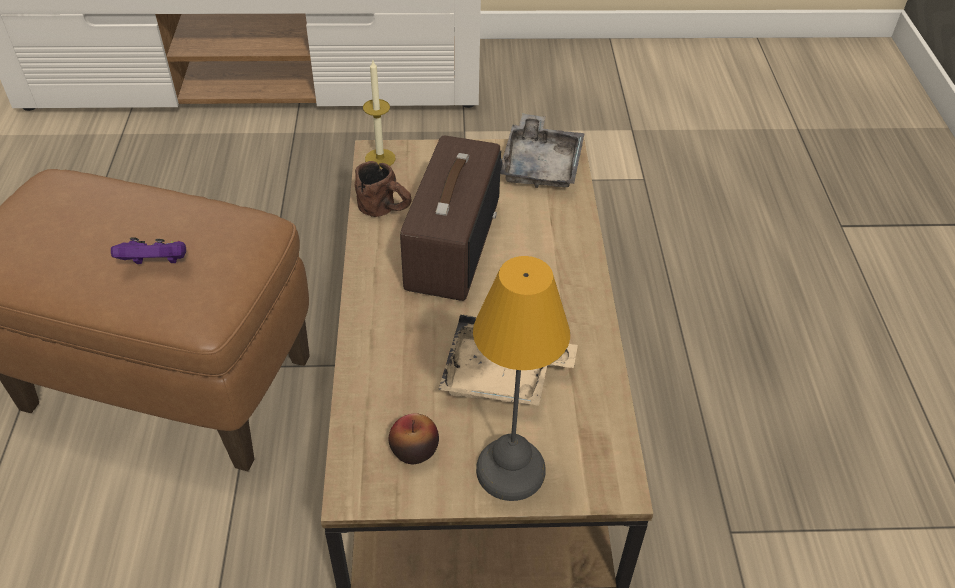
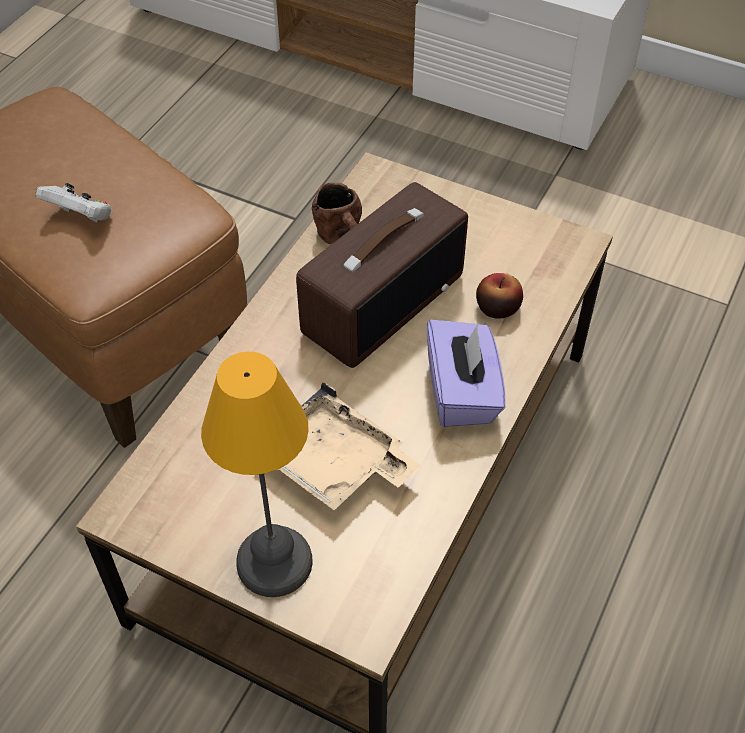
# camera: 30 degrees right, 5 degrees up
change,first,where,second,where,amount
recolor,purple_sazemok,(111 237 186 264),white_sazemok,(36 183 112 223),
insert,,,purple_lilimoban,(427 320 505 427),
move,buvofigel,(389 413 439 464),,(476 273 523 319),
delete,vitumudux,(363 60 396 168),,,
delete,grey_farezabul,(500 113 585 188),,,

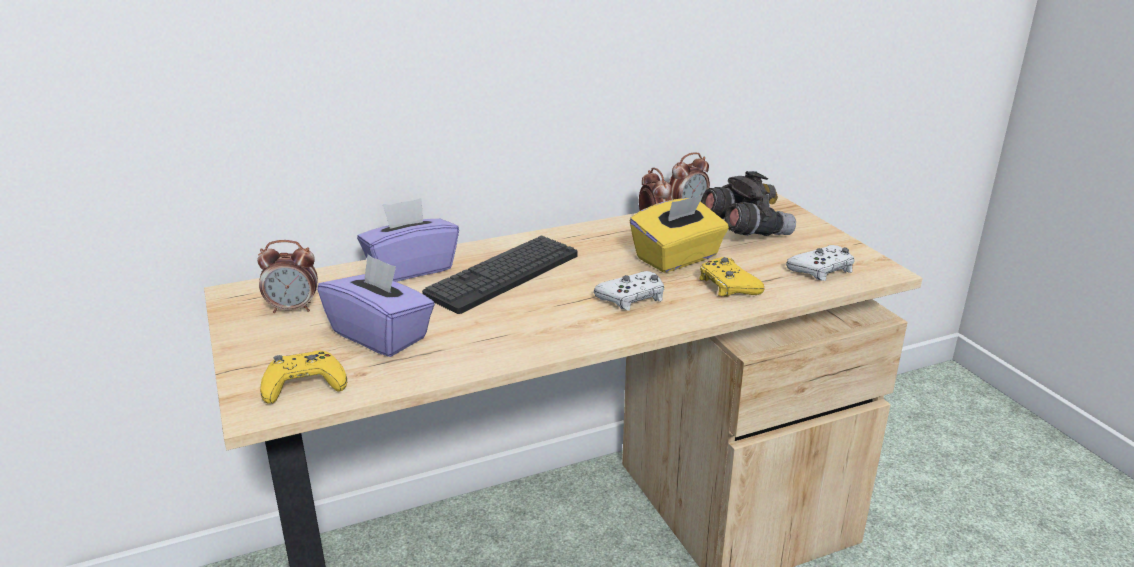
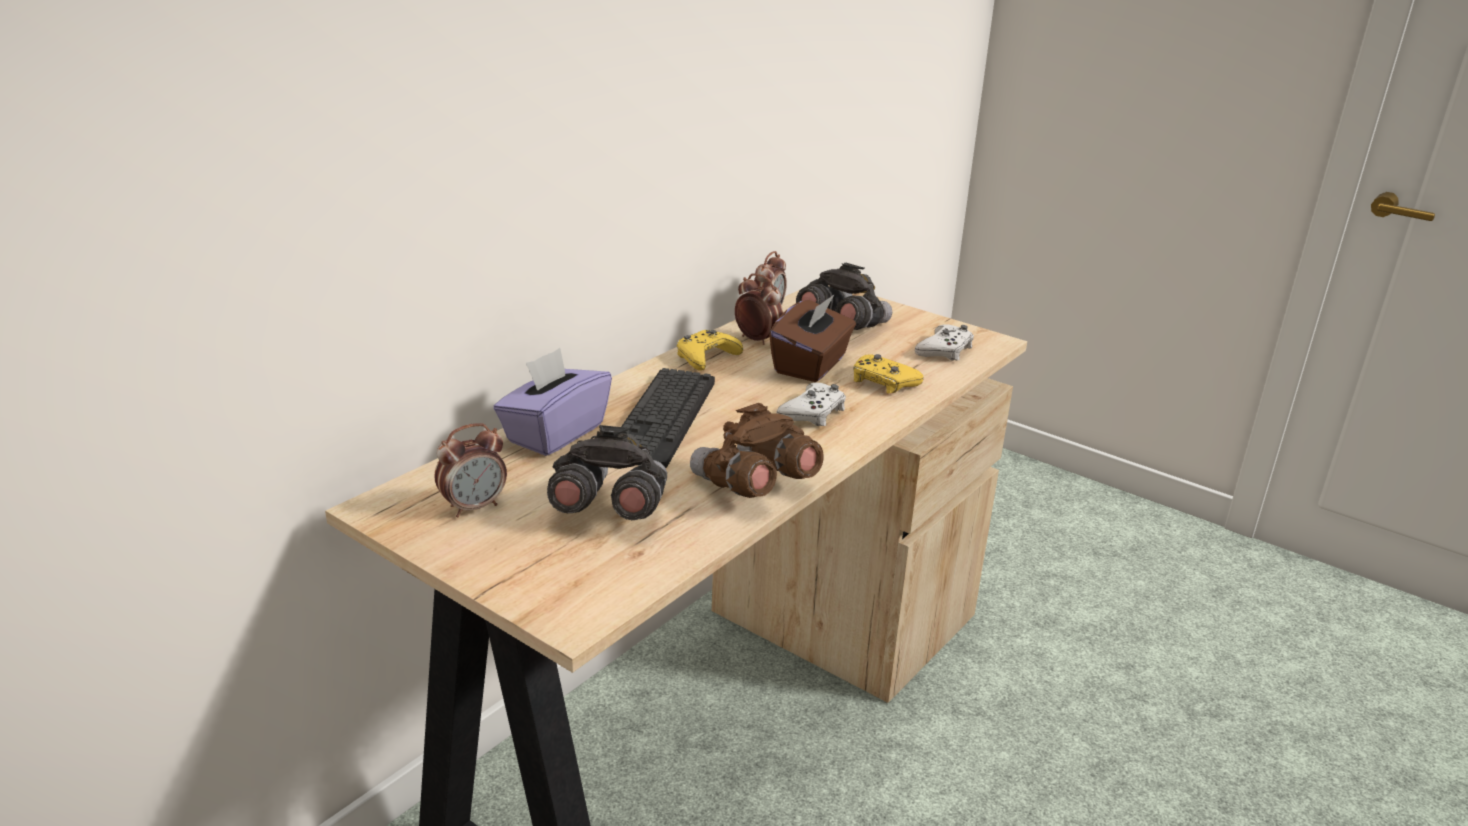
# camera: 30 degrees left, 0 degrees up
change,first,where,second,where,amount
replace,purple_lilimoban,(317 254 435 357),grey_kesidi,(547 425 667 520),
move,yellow_sazemok,(260 351 347 404),,(677 330 743 371),
insert,,,brown_kesidi,(690 403 824 498),
recolor,yellow_lilimoban,(630 195 729 273),brown_lilimoban,(769 294 856 382),

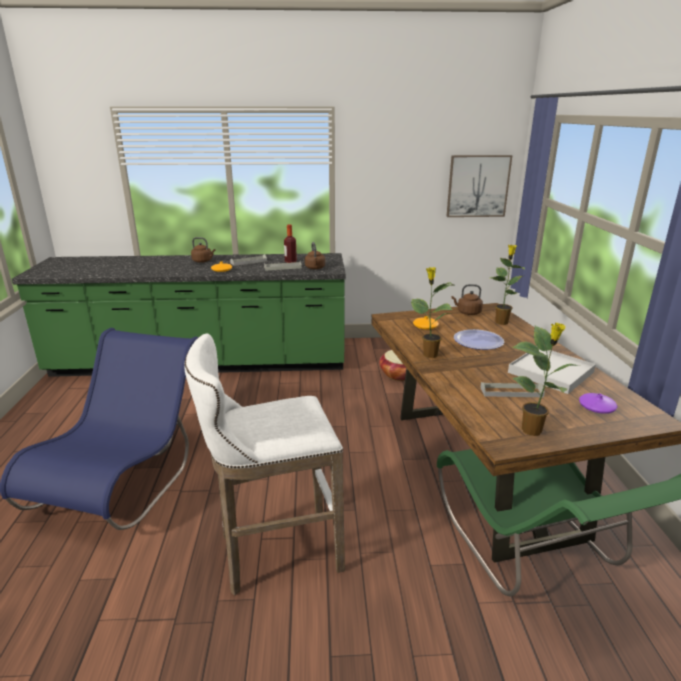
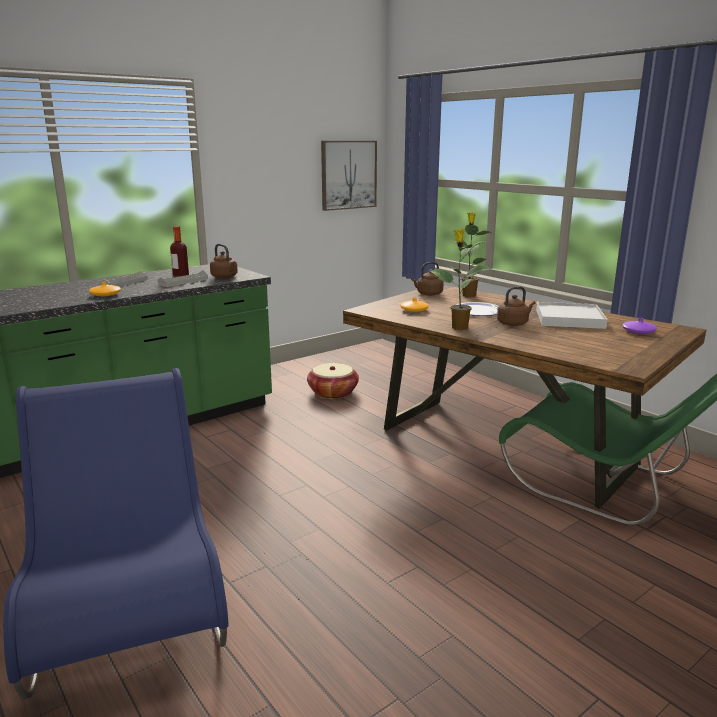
# camera: 35 degrees left, 5 degrees down
change,first,where,second,where,amount
move,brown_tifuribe,(191 237 215 263),,(497 286 536 326),
delete,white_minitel,(184 334 345 596),,,
delete,grey_farezabul,(480 382 545 397),,,
delete,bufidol,(512 323 579 436),,,

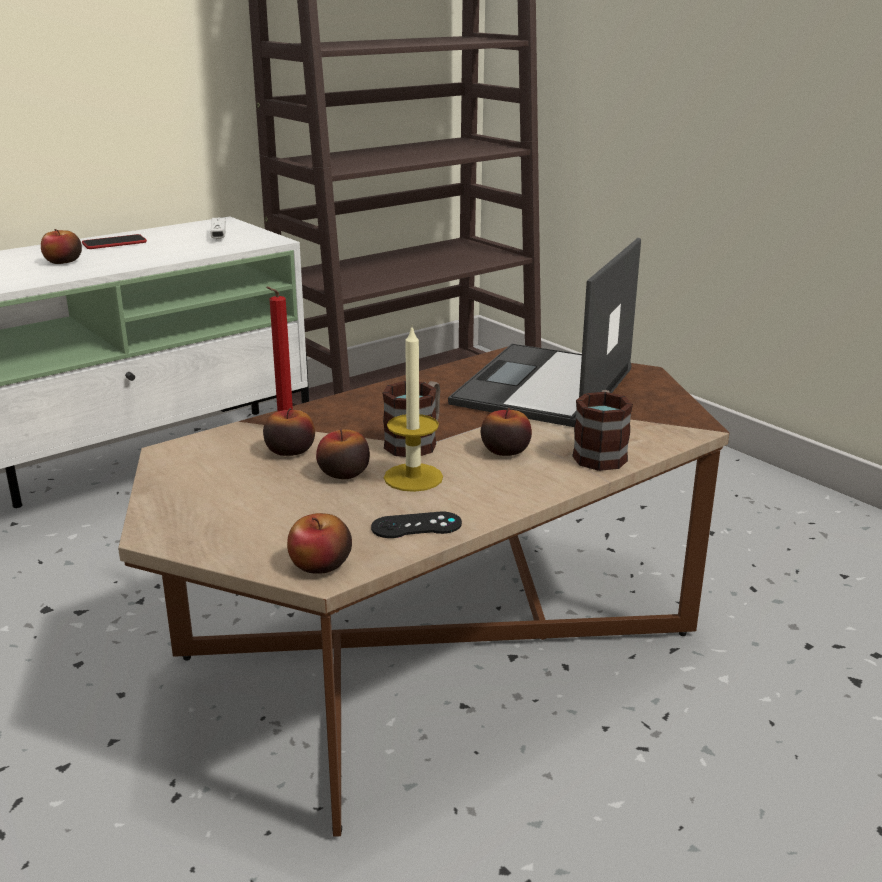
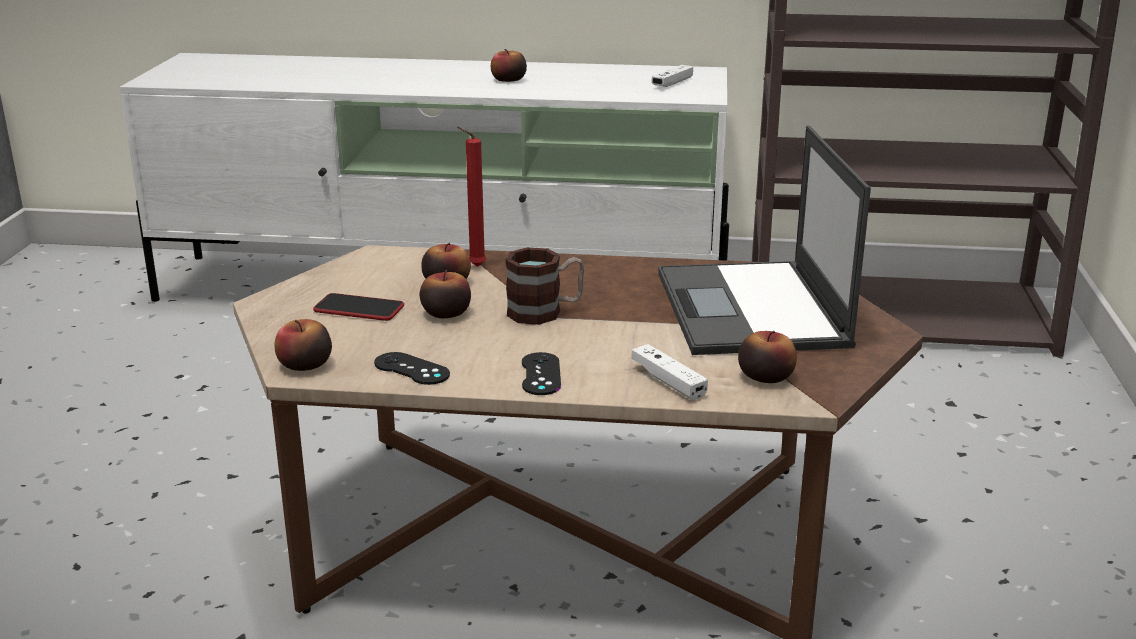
# camera: 45 degrees right, 0 degrees up
change,first,where,second,where,amount
move,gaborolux,(82 234 147 249),,(313 293 404 321),
insert,,,black_sazemok,(522 352 561 395),
replace,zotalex,(572 390 633 471),white_sazemok,(631 344 708 400),
rotate,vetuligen,(448 238 641 427),,(658 126 871 355),75 degrees counterclockwise
move,buvofigel,(481 408 532 456),,(738 331 797 383),
delete,vitumudux,(384 328 443 492),,,

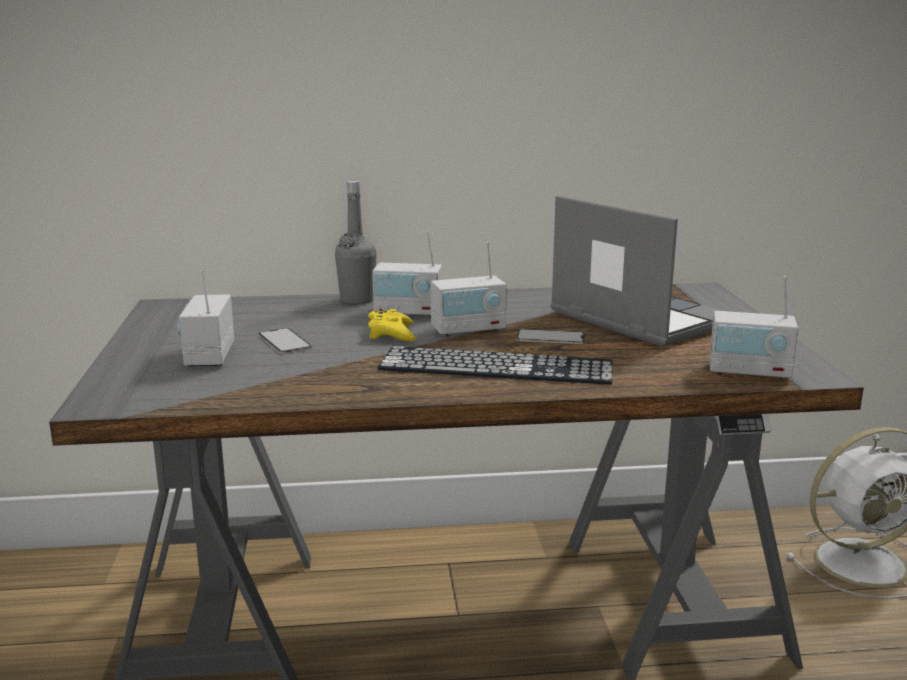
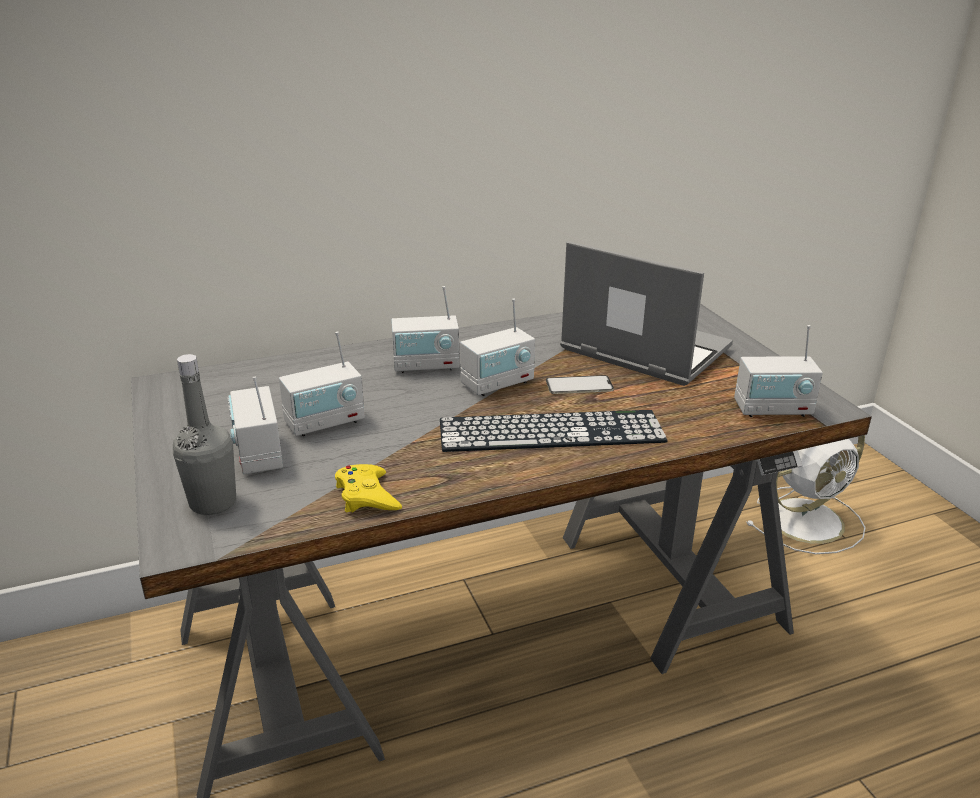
# camera: 15 degrees left, 10 degrees up
change,first,where,second,where,amount
move,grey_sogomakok,(335 181 377 304),,(173 354 236 515),
replace,gaborolux,(258 328 312 353),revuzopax,(279 331 365 437),
move,yellow_sazemok,(368 309 416 342),,(335 464 402 512),

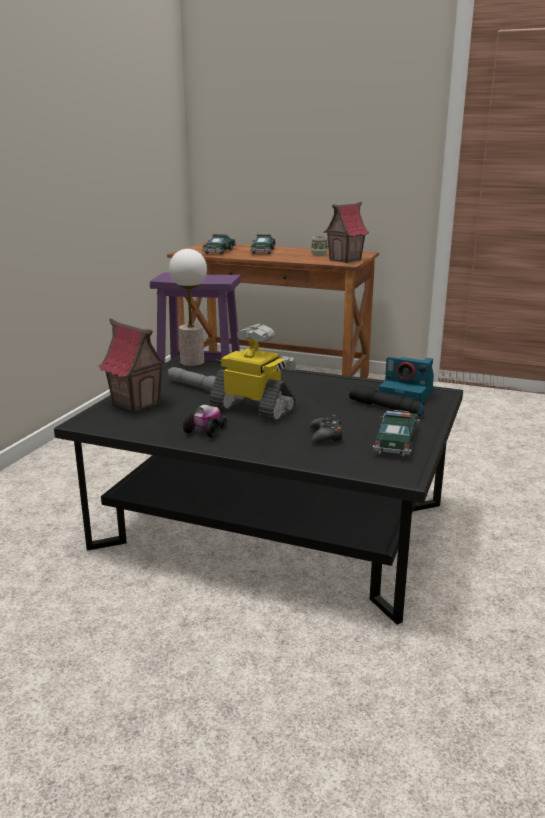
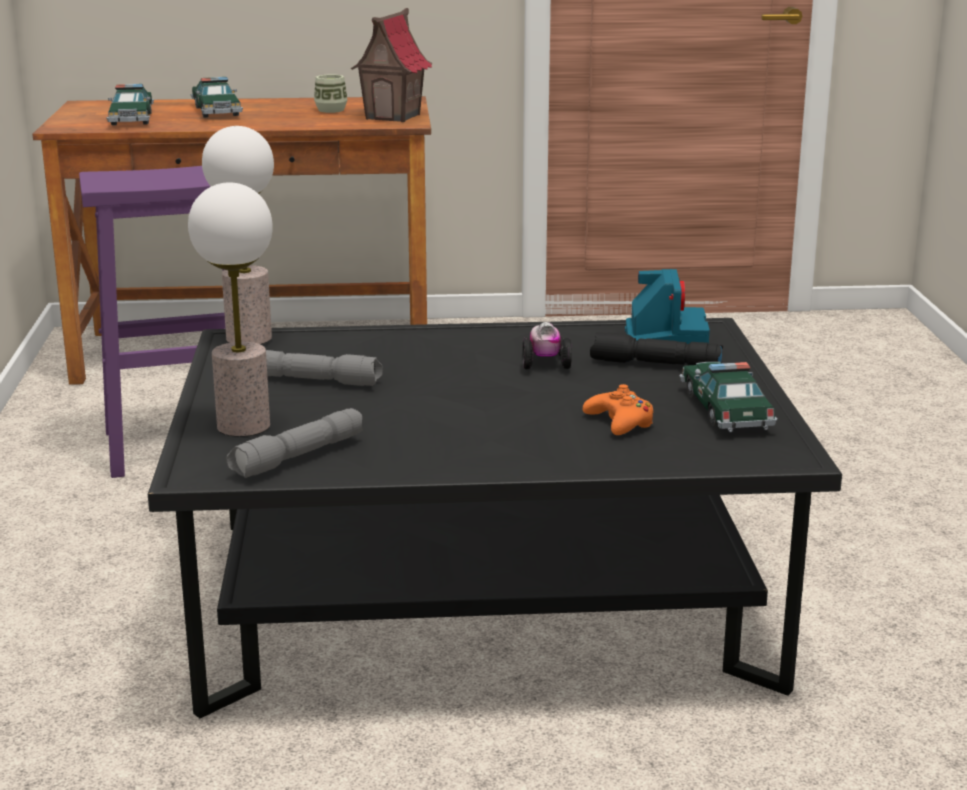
# camera: 25 degrees left, 0 degrees up
change,first,where,second,where,amount
replace,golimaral,(98 319 168 413),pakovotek,(188 182 273 437),
insert,,,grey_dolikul,(226 408 363 478),
move,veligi,(183 405 227 438),,(523 322 572 369),
recolor,black_sazemok,(310 415 343 443),orange_sazemok,(583 384 654 435),
rotate,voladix,(379 357 434 403),,(625 269 710 344),90 degrees counterclockwise
delete,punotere,(209 324 296 421),,,

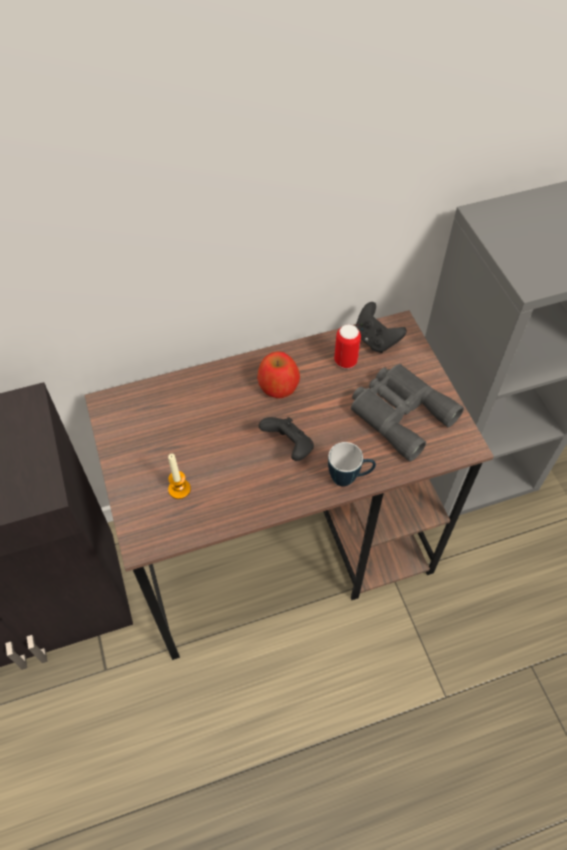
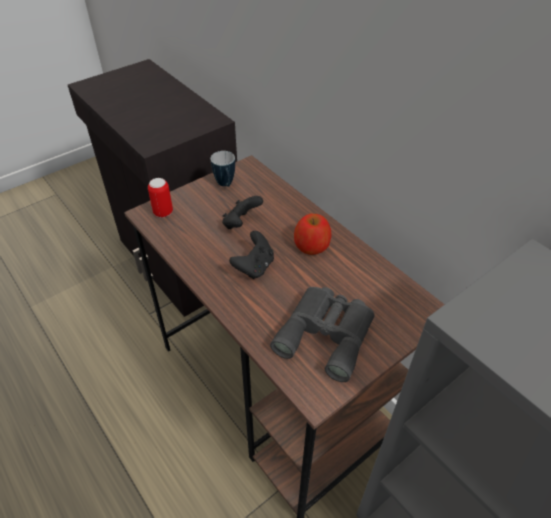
# camera: 70 degrees right, 10 degrees down
change,first,where,second,where,amount
move,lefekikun,(334 324 361 369),,(148 178 173 218),
move,zotalex,(328 442 376 486),,(211 151 235 187),
move,black_sazemok,(355 302 407 353),,(222 196 263 229),
delete,vitumudux,(168 454 191 499),,,

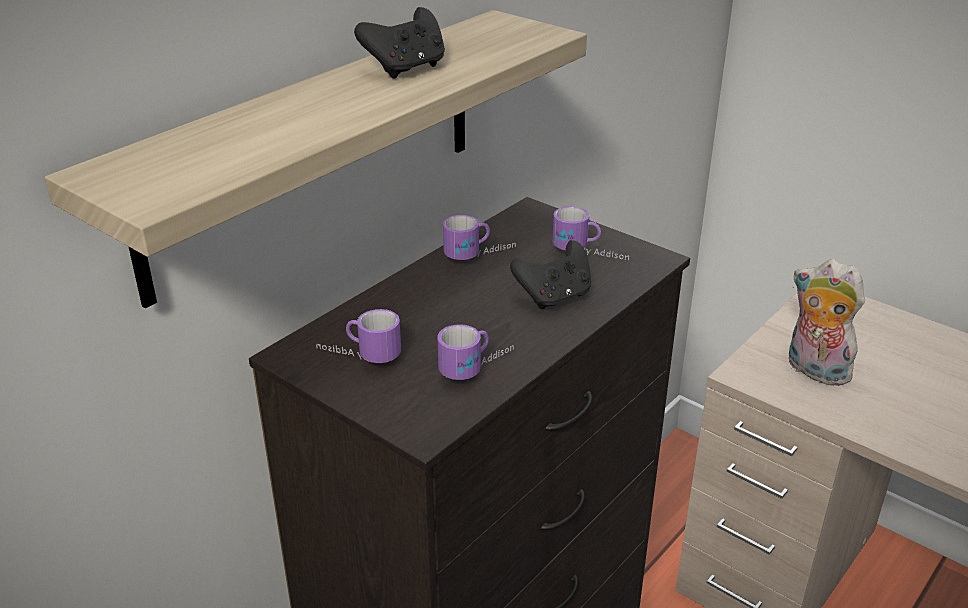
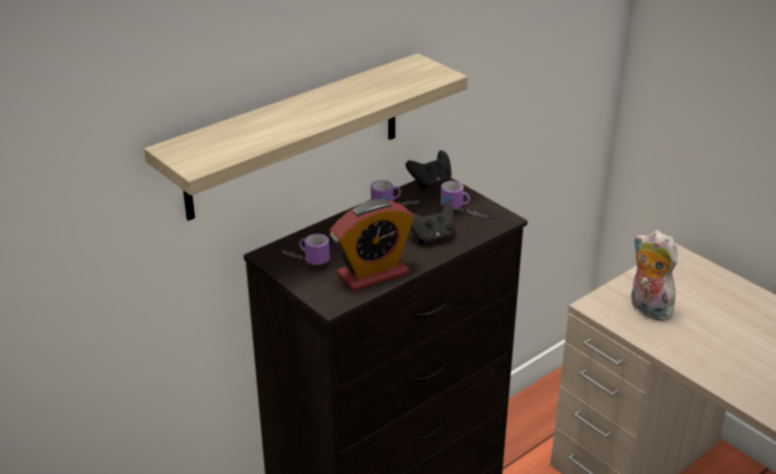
# camera: 10 degrees right, 0 degrees up
change,first,where,second,where,amount
replace,zotalex,(438 324 514 380),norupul,(330 199 414 292),
move,black_sazemok,(354 7 445 79),,(406 151 452 189),

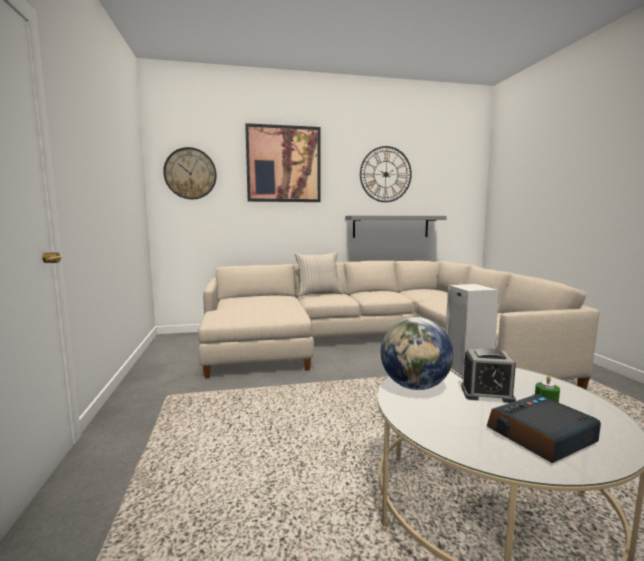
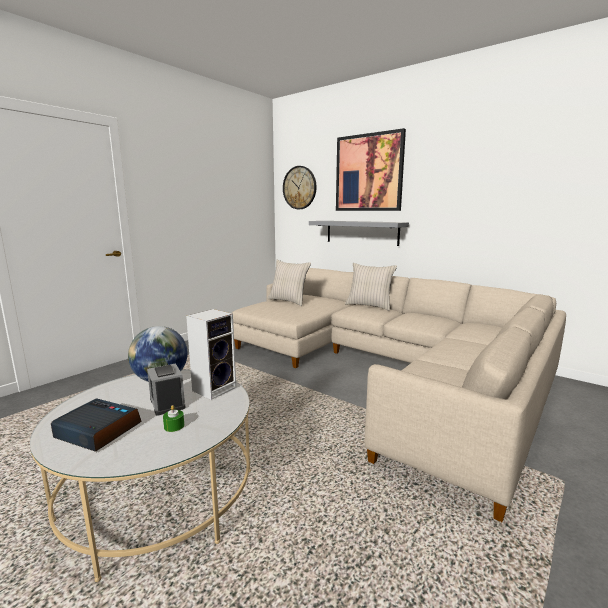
# camera: 50 degrees right, 5 degrees up
change,first,where,second,where,amount
insert,,,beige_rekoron,(267 260 311 306),
move,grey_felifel,(345 216 447 238),,(309 221 409 246),
delete,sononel,(360 146 412 202),,,

